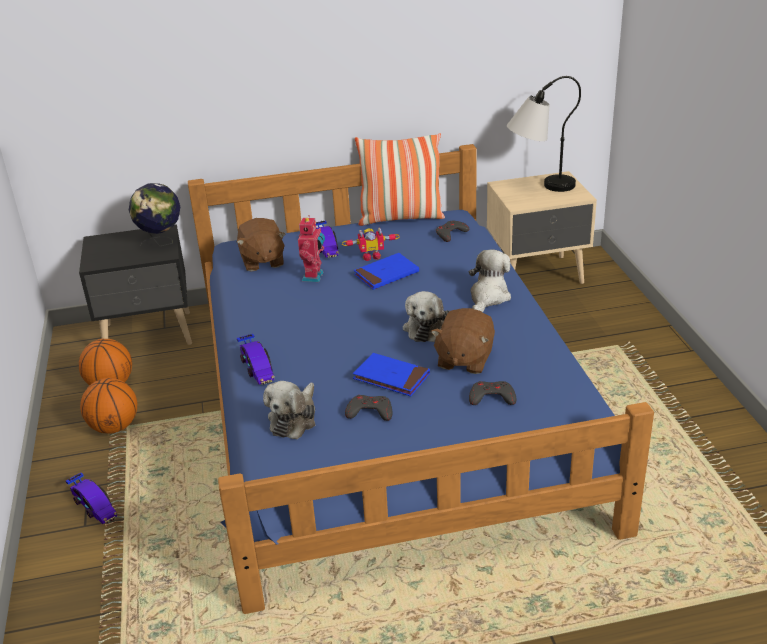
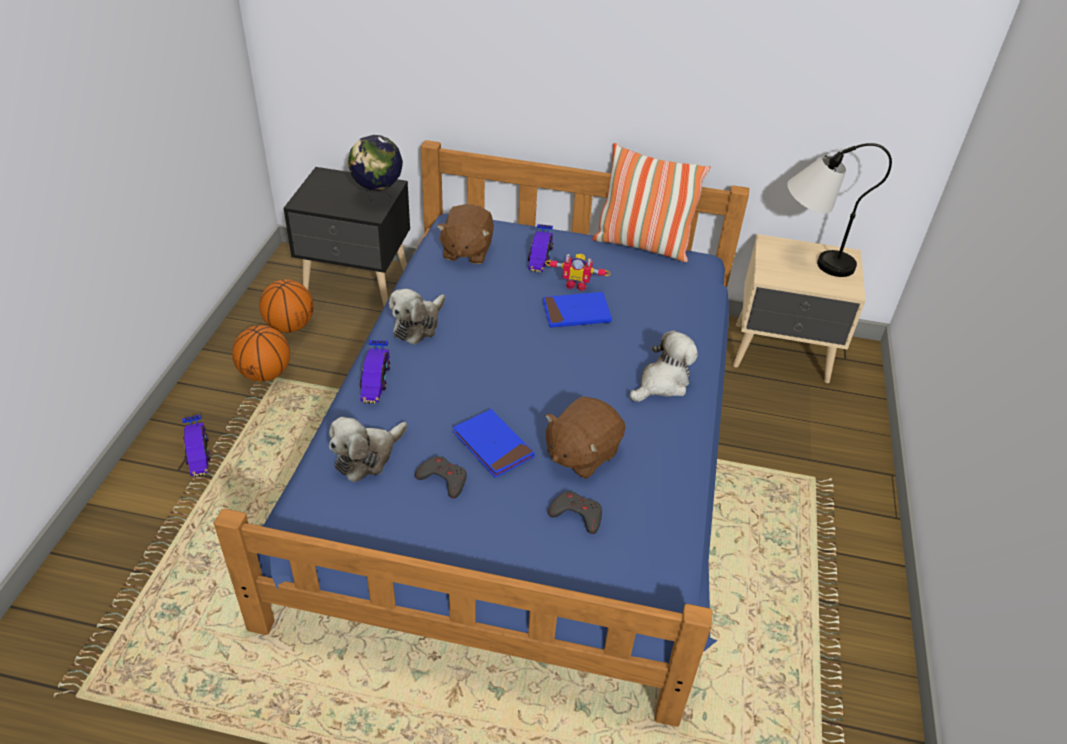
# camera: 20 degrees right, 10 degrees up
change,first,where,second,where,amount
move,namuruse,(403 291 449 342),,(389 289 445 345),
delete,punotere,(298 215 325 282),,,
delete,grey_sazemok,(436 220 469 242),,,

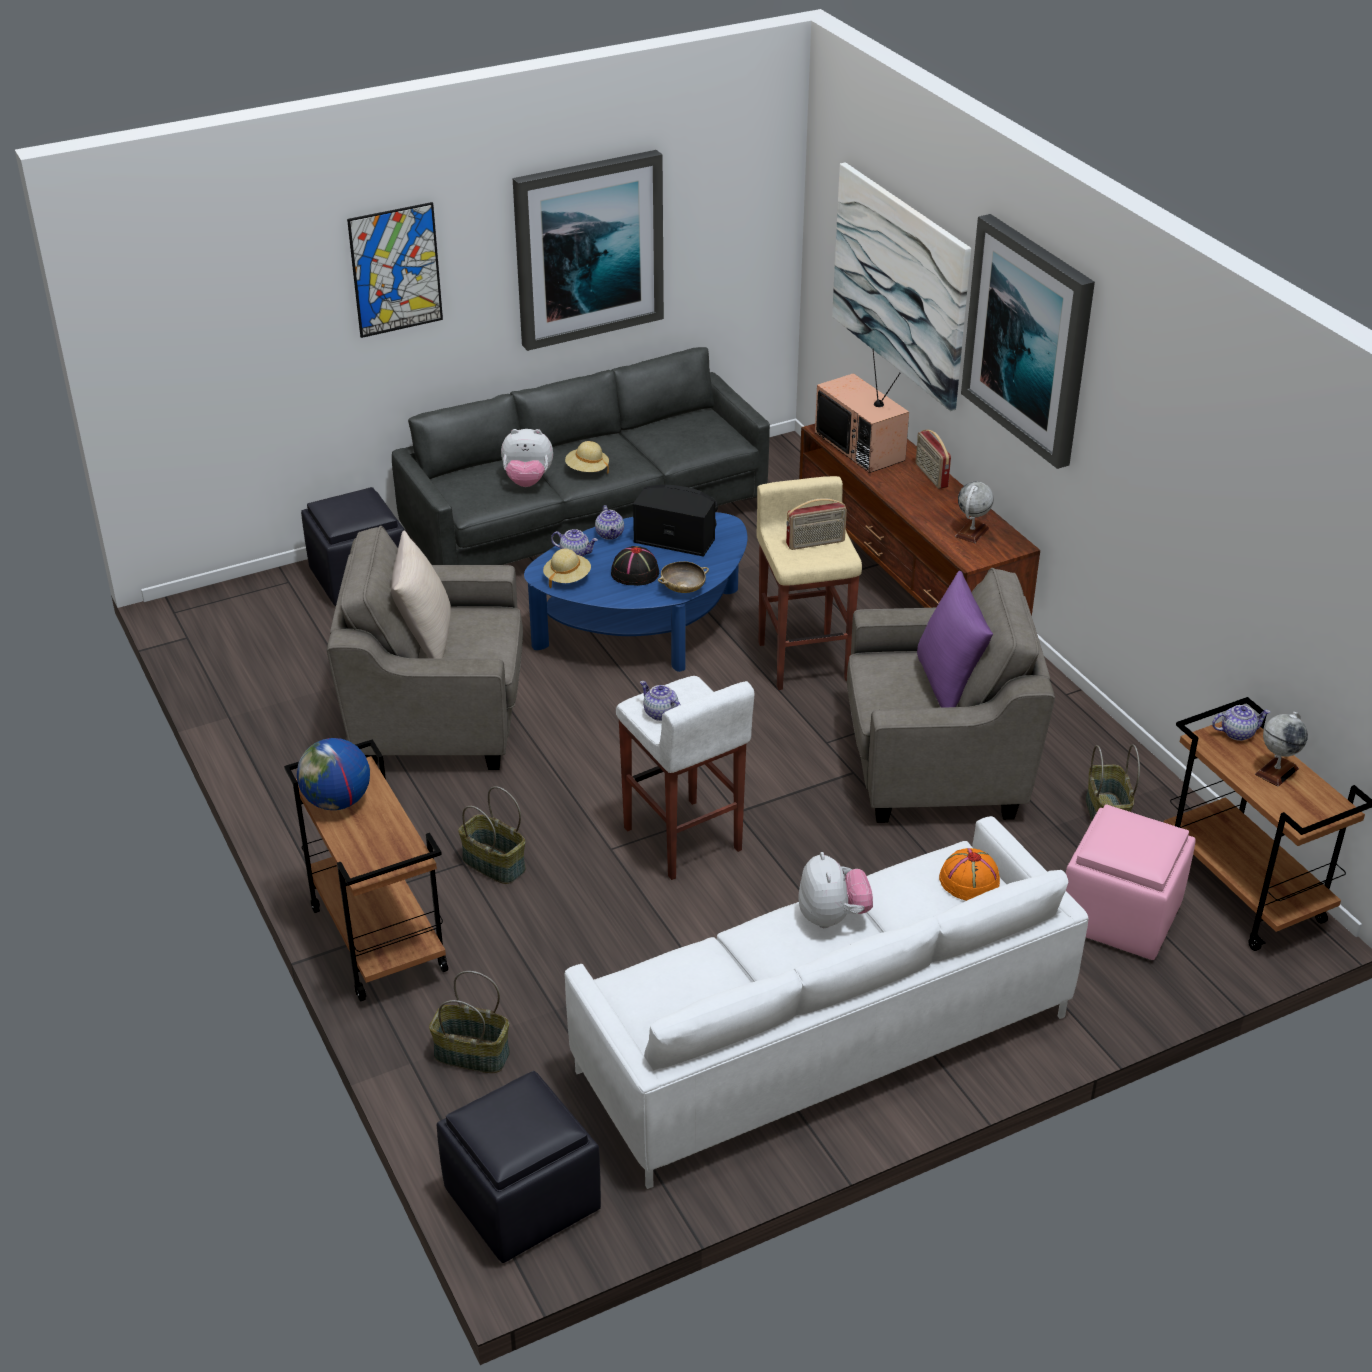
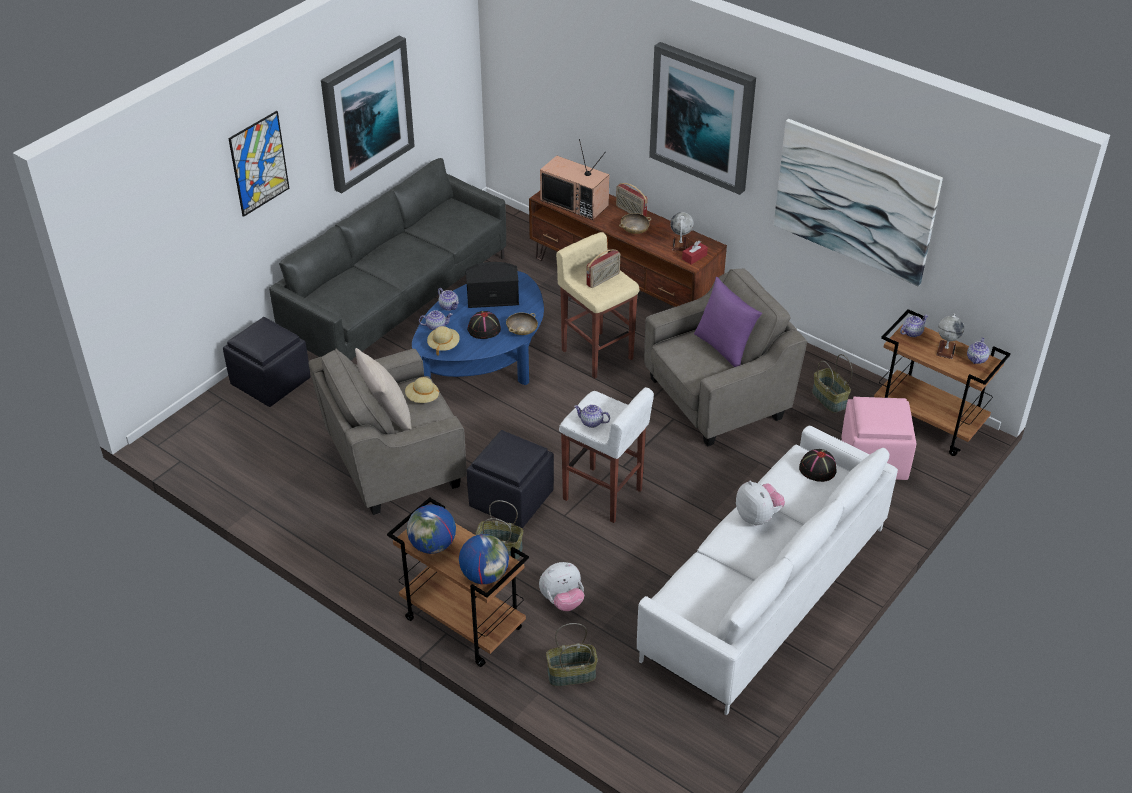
# camera: 25 degrees left, 5 degrees up
change,first,where,second,where,amount
move,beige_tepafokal,(565 441 609 474),,(405 377 440 403),
insert,,,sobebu,(459 534 509 584),
move,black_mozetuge,(437 1071 601 1263),,(467 430 554 528),
move,namuruse,(501 429 553 487),,(539 562 584 611),
insert,,,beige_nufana,(619 213 651 234),
insert,,,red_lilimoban,(682 241 708 265),
move,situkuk,(832 162 971 411),,(774 119 943 287),
recolor,orange_tepafokal,(939 848 1000 901),black_tepafokal,(799 449 837 482),
insert,,,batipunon,(967 338 990 364),

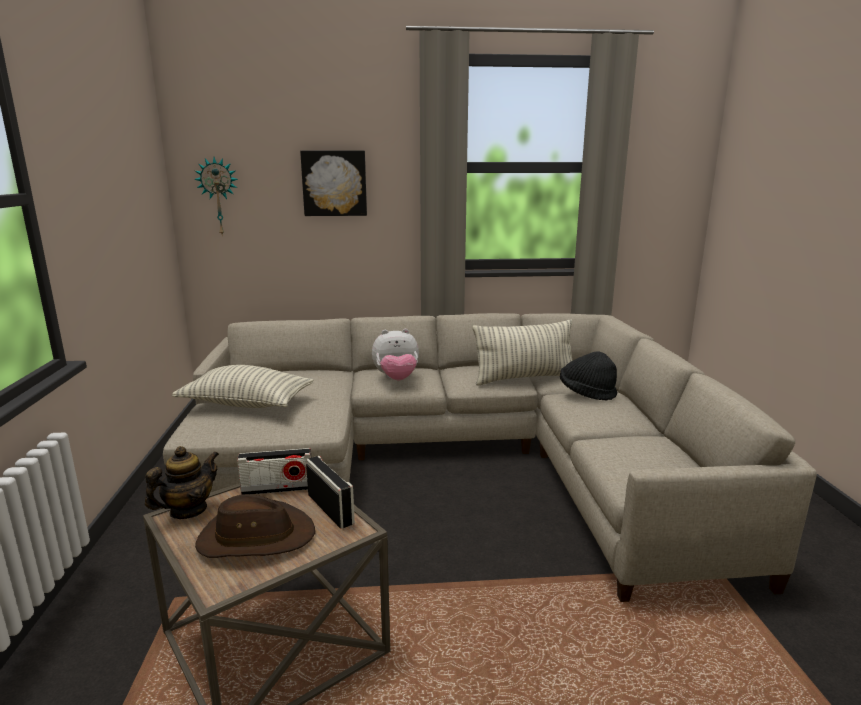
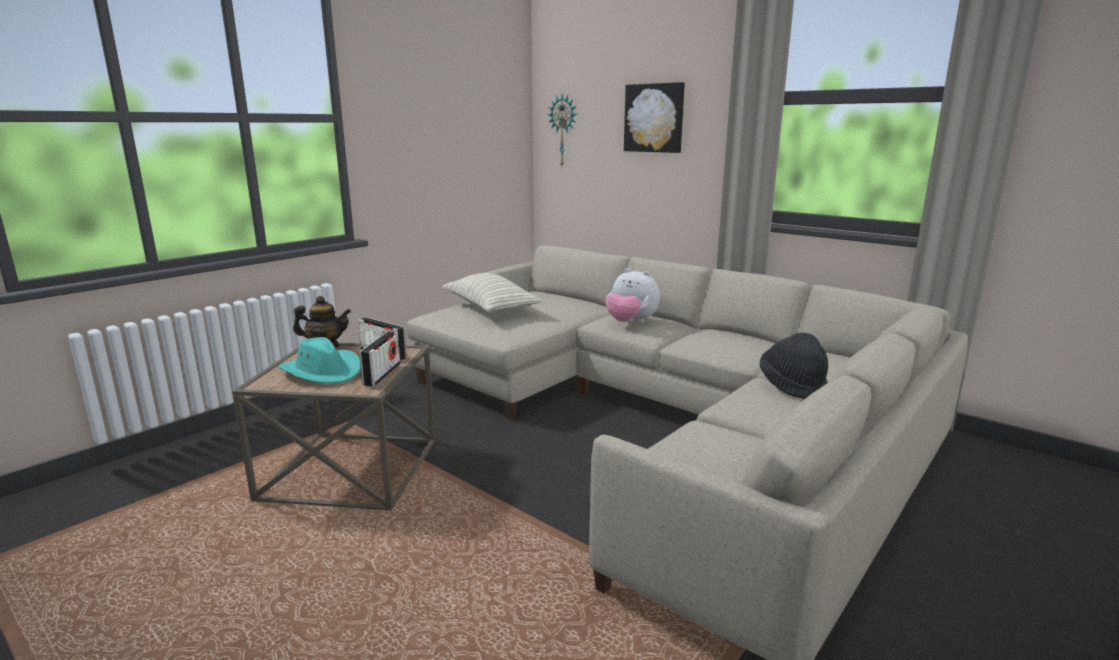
# camera: 45 degrees right, 0 degrees up
change,first,where,second,where,amount
recolor,brown_tepafokal,(195 494 315 558),turquoise_tepafokal,(279 337 361 384),
delete,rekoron,(473 320 573 385),,,

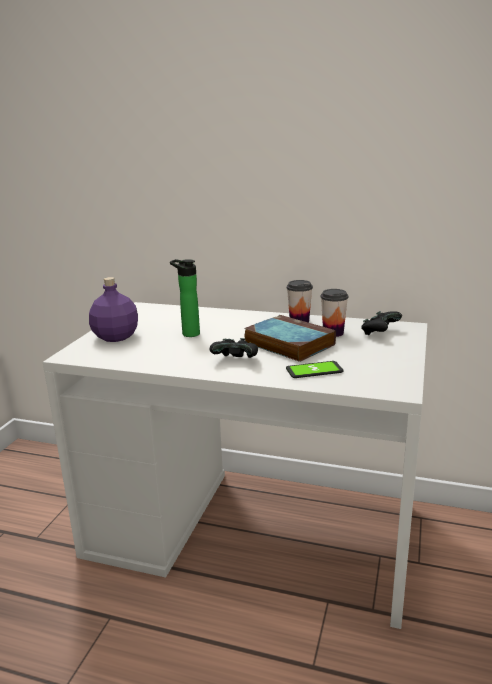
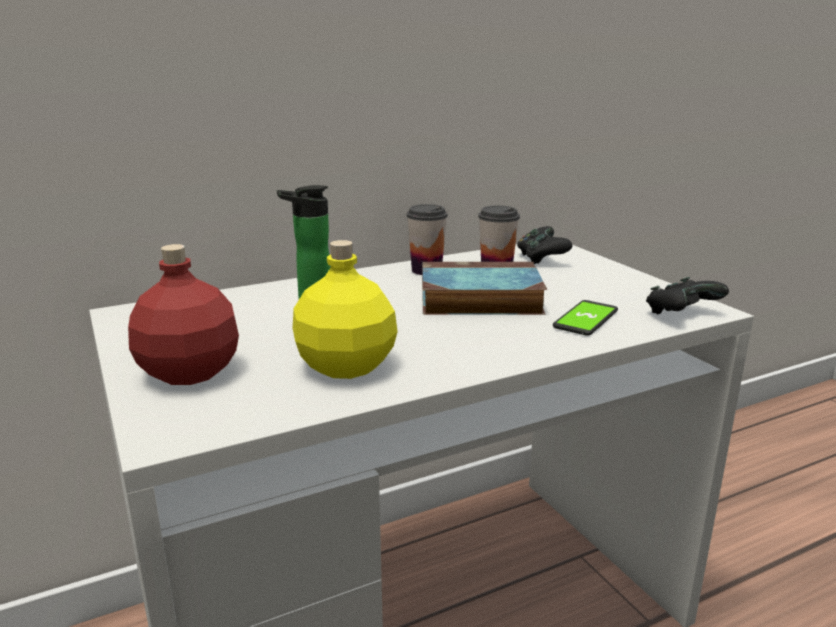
# camera: 45 degrees left, 0 degrees up
change,first,where,second,where,amount
recolor,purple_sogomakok,(89 277 138 342),red_sogomakok,(128 244 239 385),
insert,,,yellow_sogomakok,(293 240 398 379),
move,black_sazemok,(209 338 258 358),,(646 277 729 314),

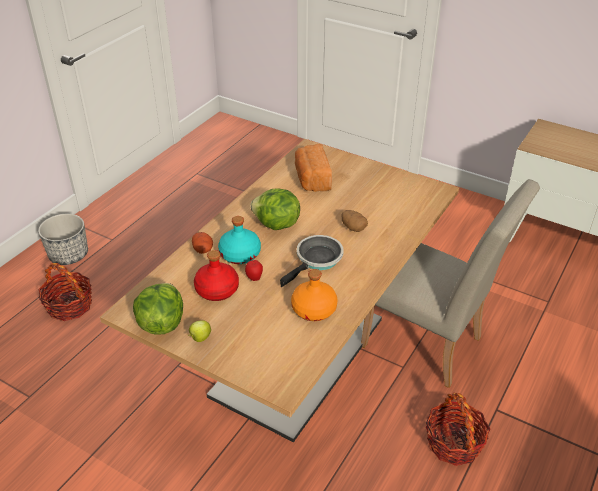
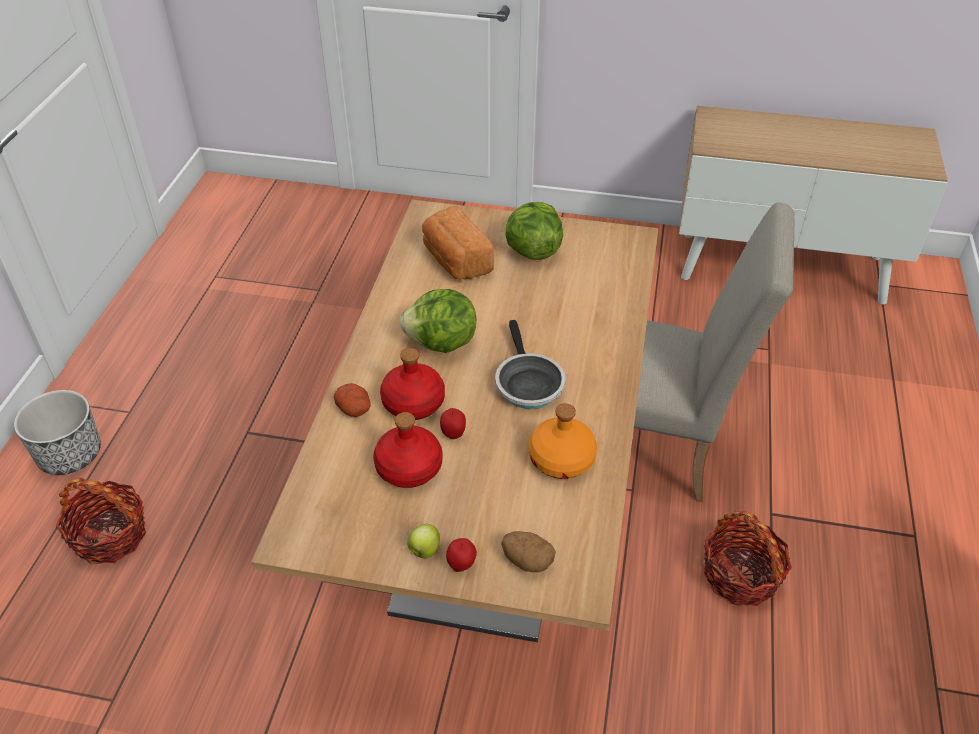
# camera: 20 degrees left, 5 degrees up
change,first,where,second,where,amount
recolor,turquoise_sogomakok,(218 216 261 264),red_sogomakok,(380 348 445 420),
insert,,,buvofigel,(446 538 477 572),
rotate,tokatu,(280 235 344 287),,(495 320 566 409),150 degrees clockwise
move,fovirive,(341 210 368 232),,(501 531 556 572),
move,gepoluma,(133 283 183 335),,(506 202 563 260),

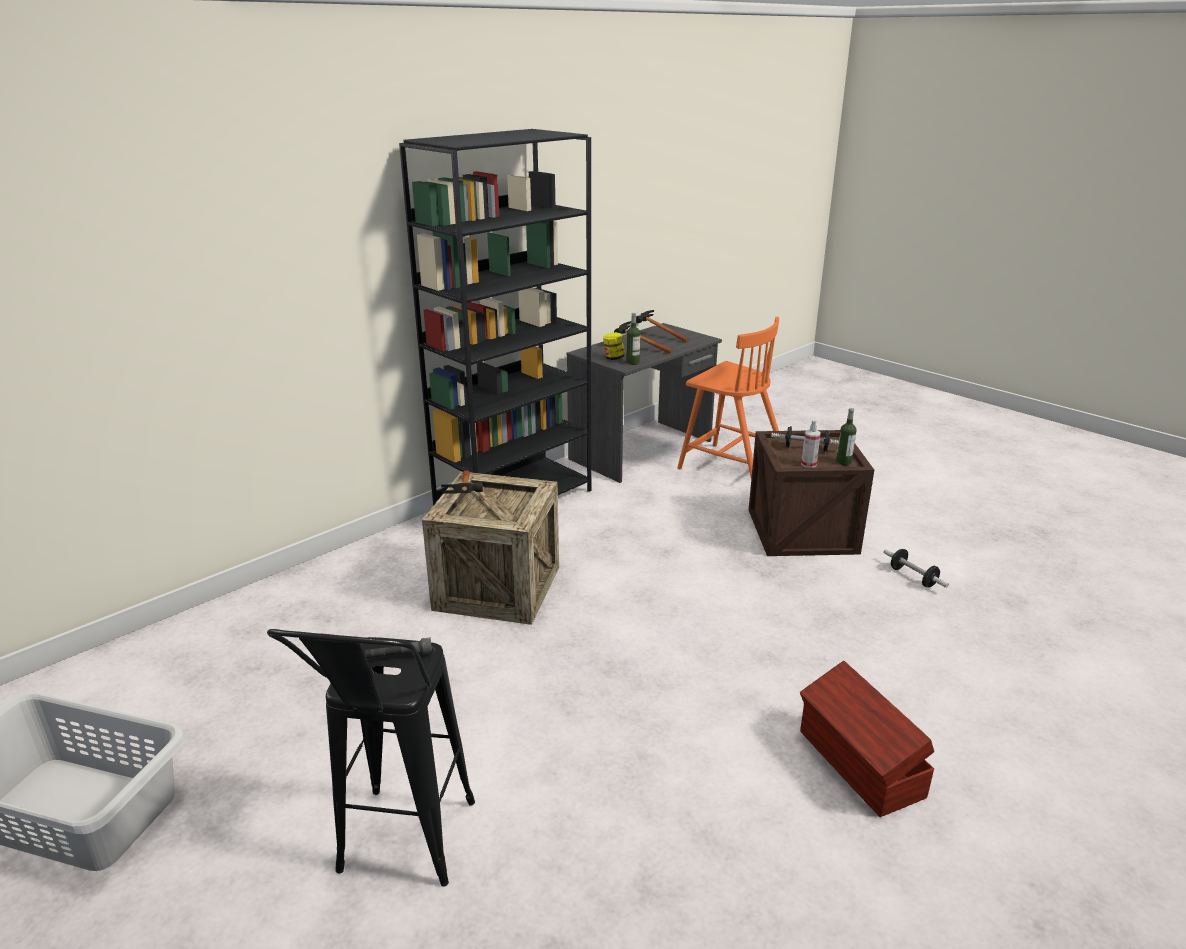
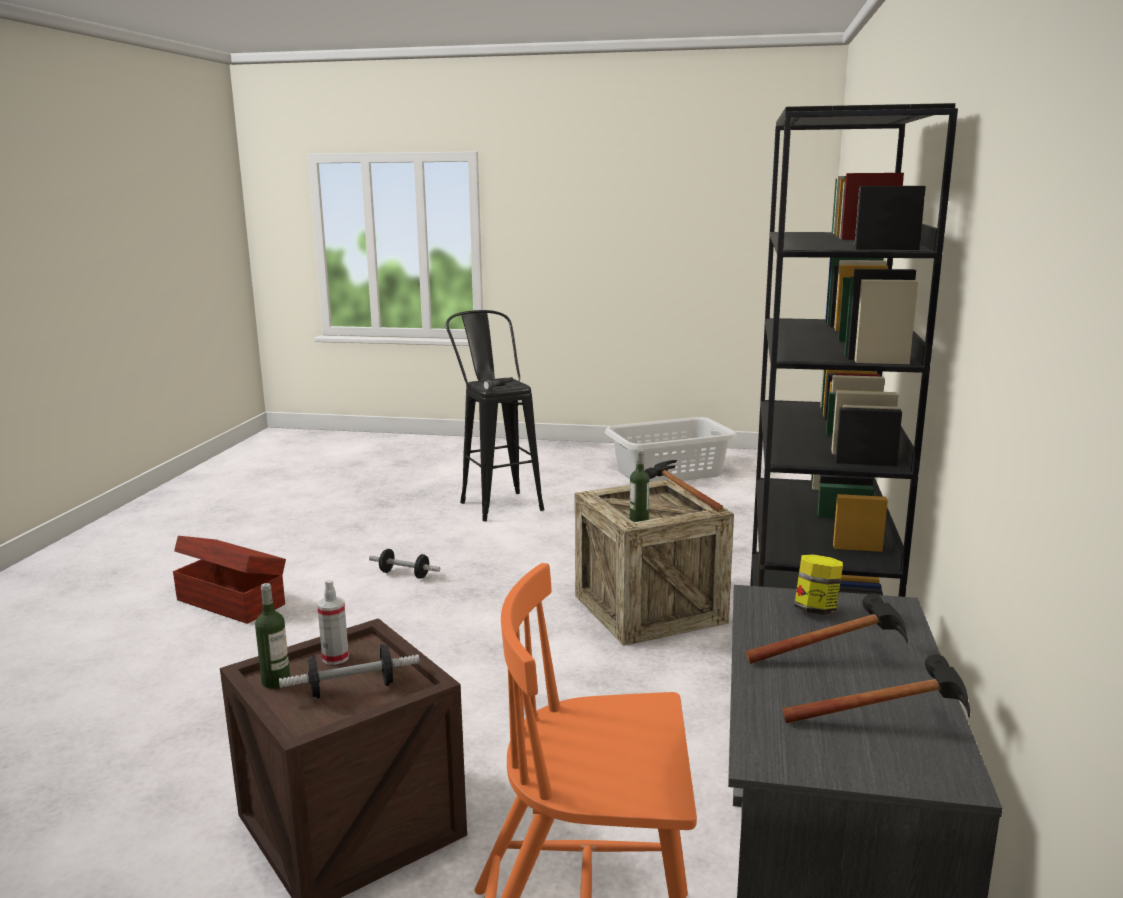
# camera: 145 degrees right, 10 degrees down
change,first,where,second,where,amount
move,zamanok,(883 549 949 588),,(369 549 440 579),
move,sogomakok,(626 313 640 365),,(630 450 650 522),

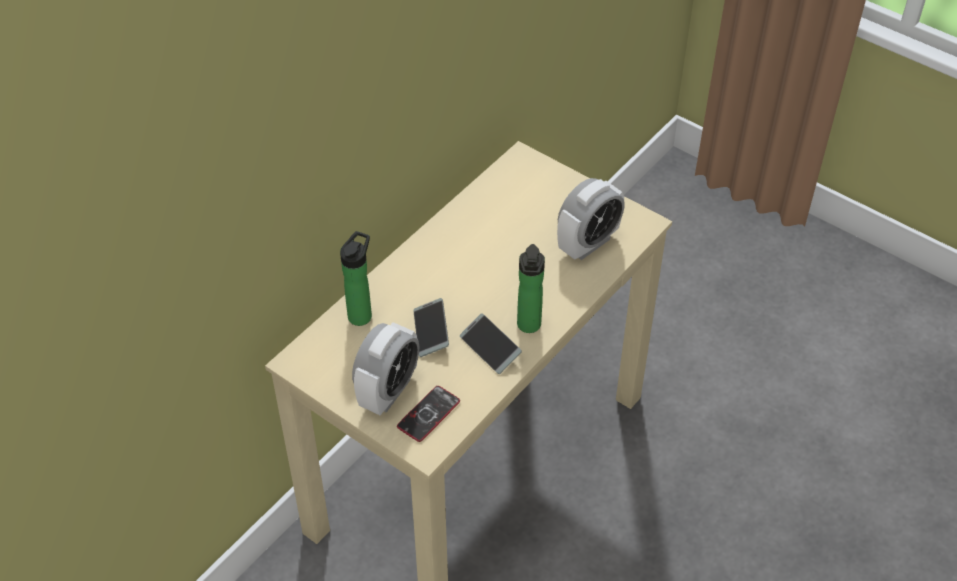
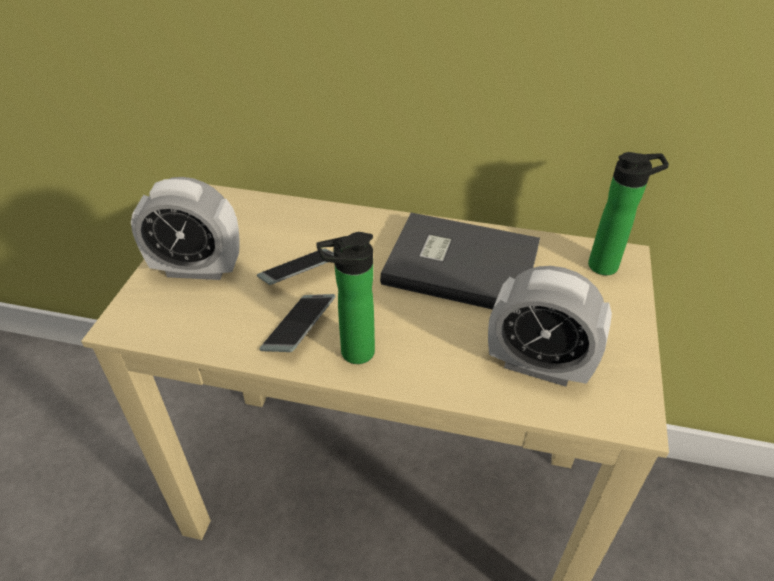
# camera: 65 degrees right, 5 degrees down
change,first,where,second,where,amount
insert,,,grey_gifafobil,(380 213 540 310),
move,sogomakok,(340 231 372 326),,(588 152 669 275),
delete,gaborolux,(397 386 460 442),,,

